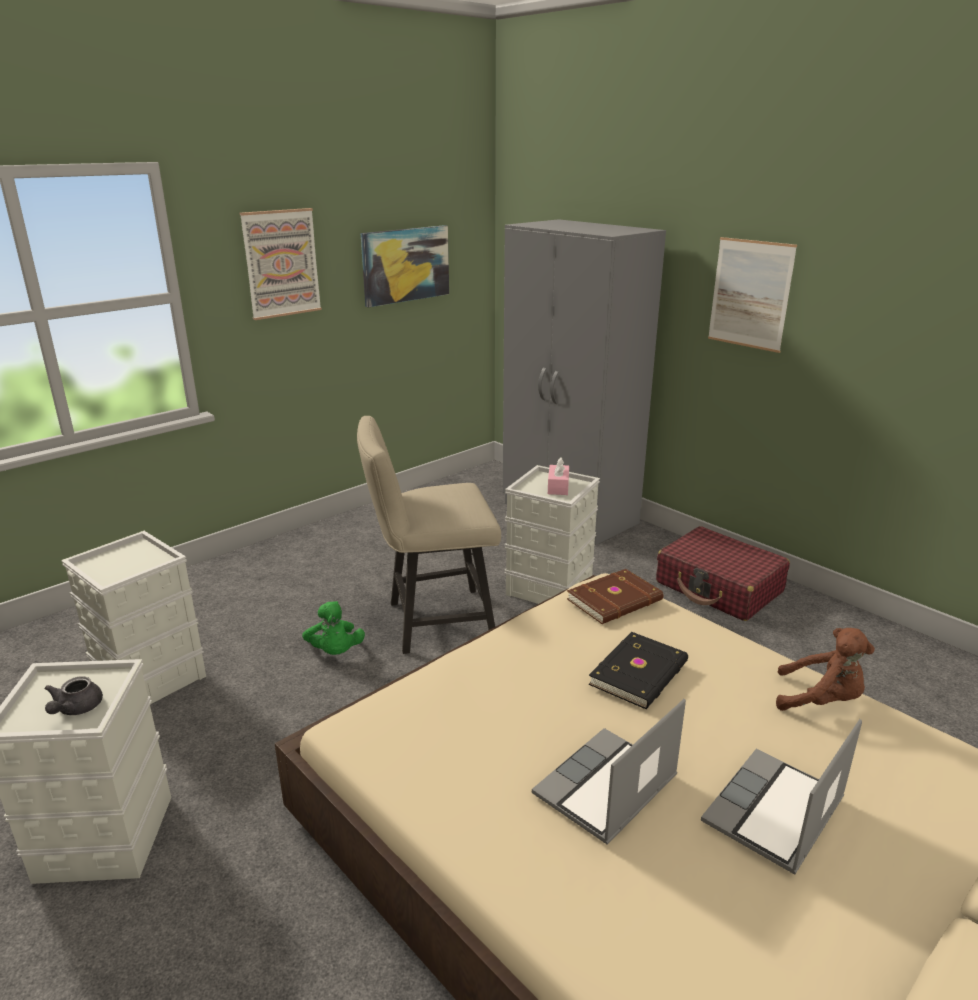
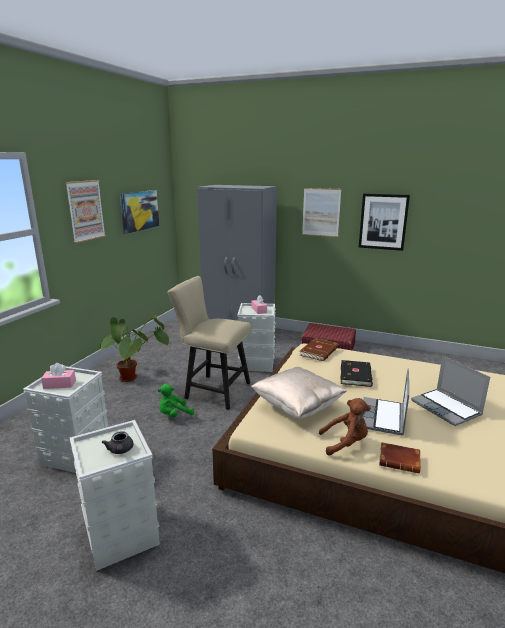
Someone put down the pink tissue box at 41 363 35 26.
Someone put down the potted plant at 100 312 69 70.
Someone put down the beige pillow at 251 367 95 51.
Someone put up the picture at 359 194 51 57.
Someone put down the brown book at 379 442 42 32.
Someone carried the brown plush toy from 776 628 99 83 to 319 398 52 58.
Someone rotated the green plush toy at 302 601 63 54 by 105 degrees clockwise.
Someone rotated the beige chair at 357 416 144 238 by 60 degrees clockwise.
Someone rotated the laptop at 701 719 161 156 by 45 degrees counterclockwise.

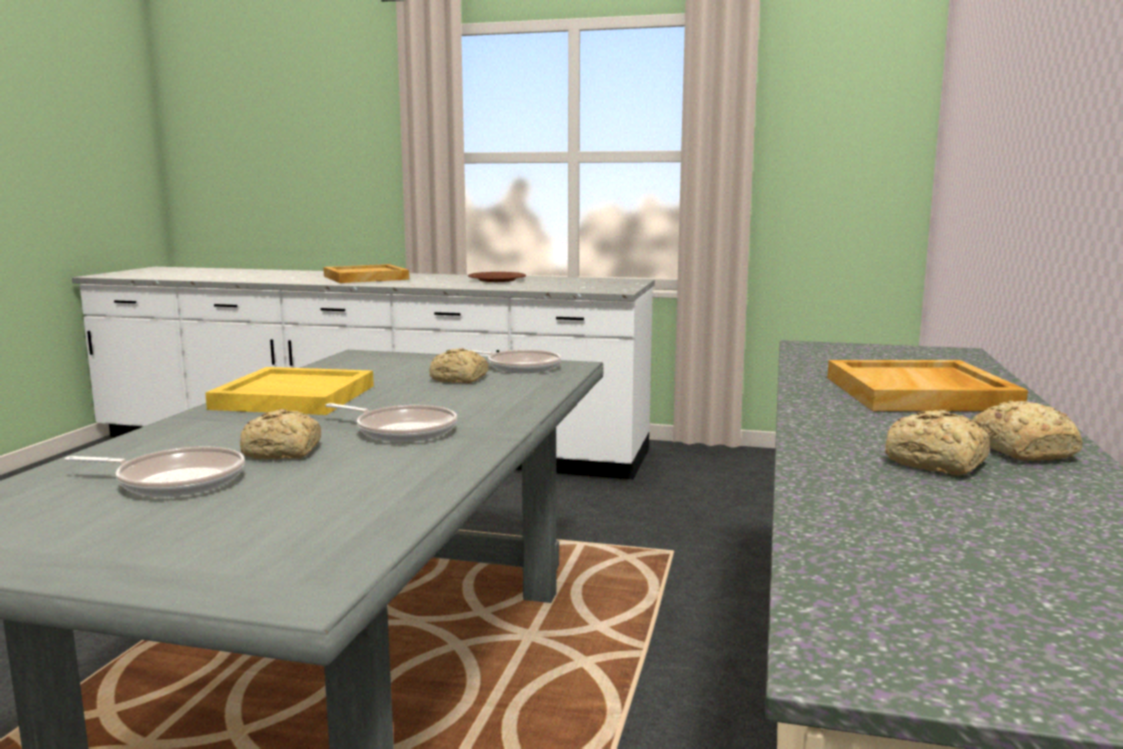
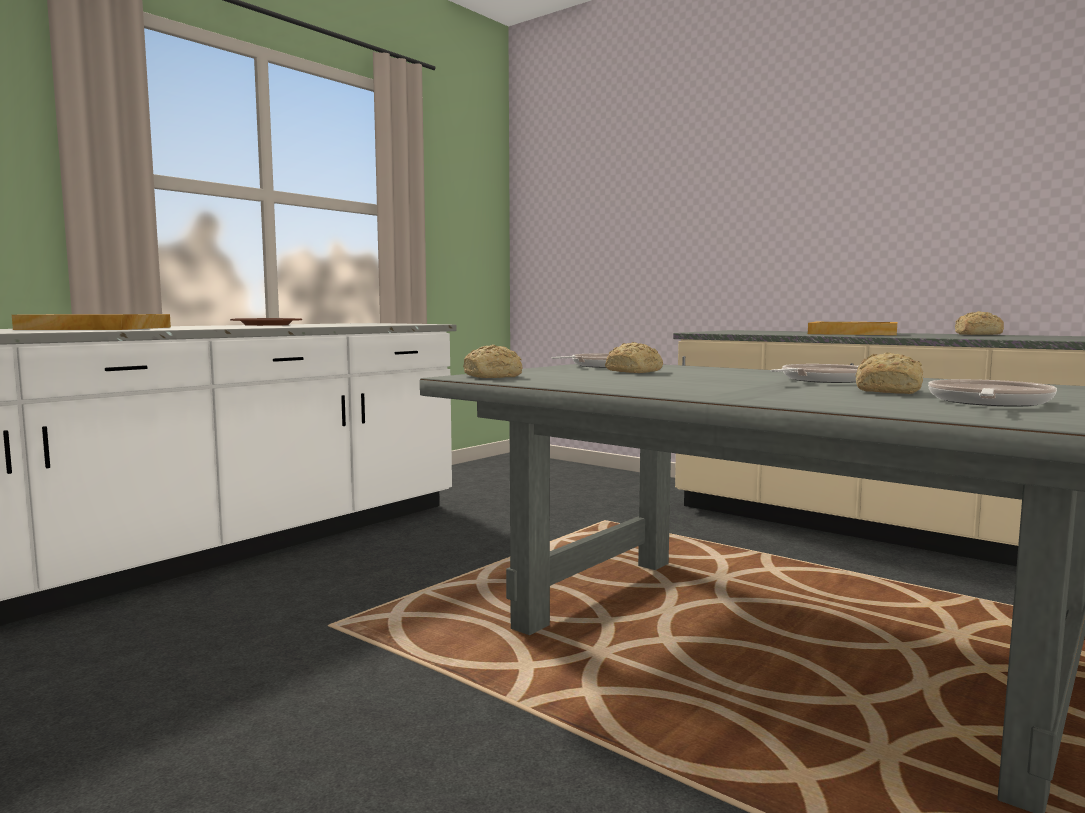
Someone took away the yellow tray at 205 367 169 48.
Someone carried the bread from 885 409 105 67 to 463 345 59 33.

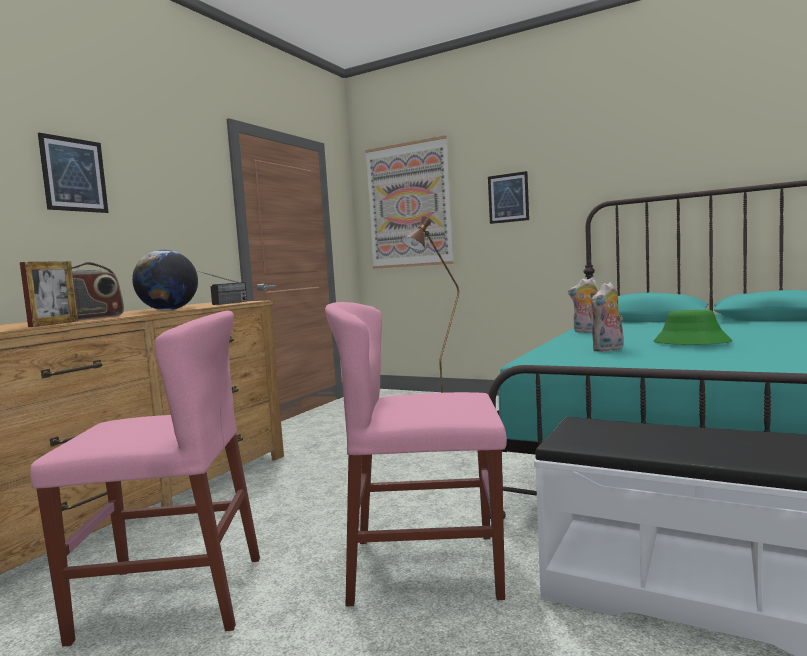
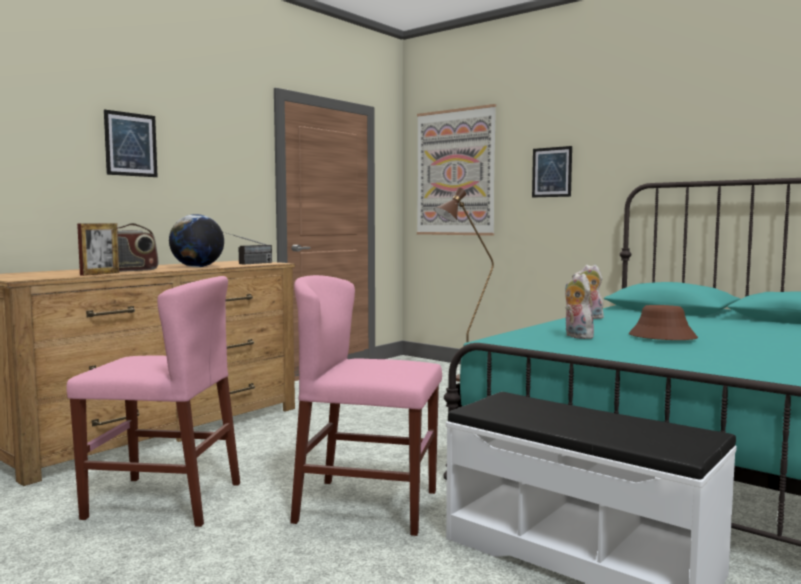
Someone repainted the green hat at 654 310 78 35, which became the brown hat at 629 305 69 35.
Someone rotated the plush toy at 591 282 32 70 by 90 degrees clockwise.

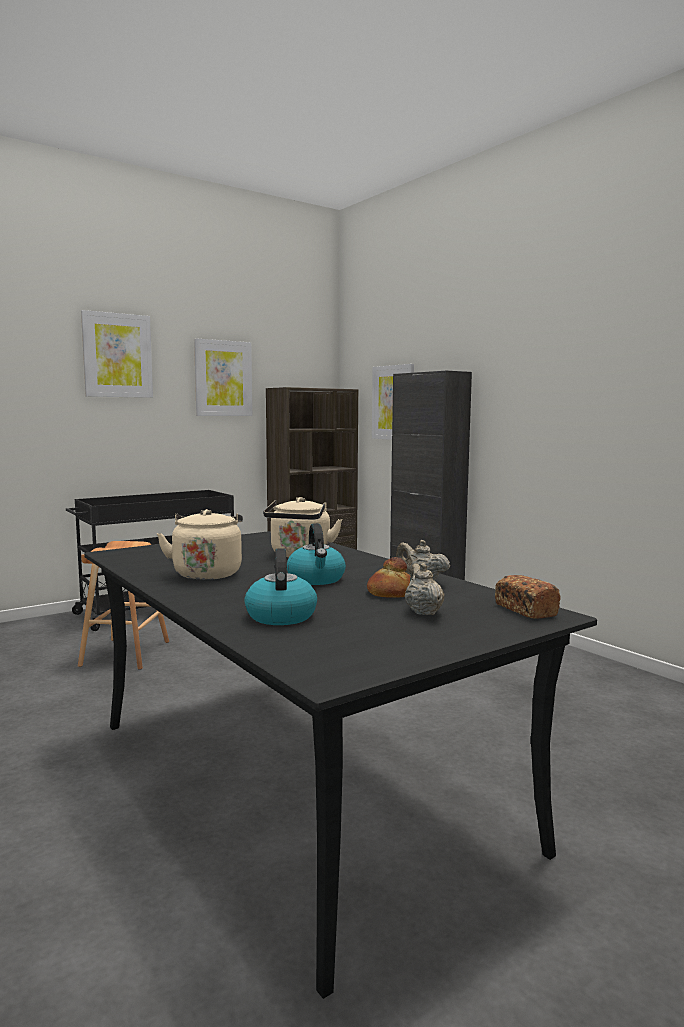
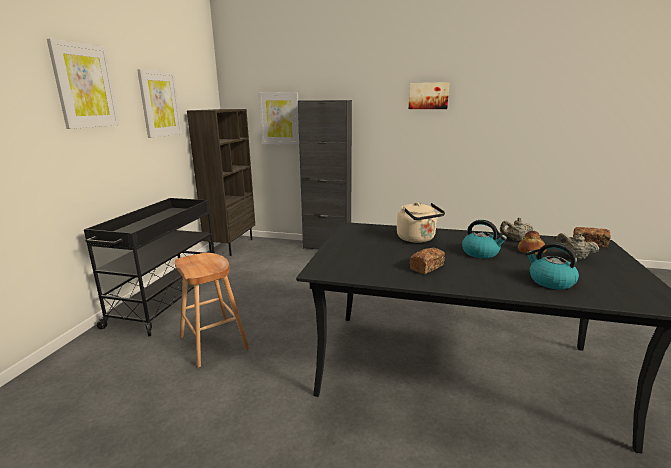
Someone put up the picture at 409 82 40 27.
Someone swapped the beige kettle at 157 509 86 71 for the bread at 410 247 35 27.

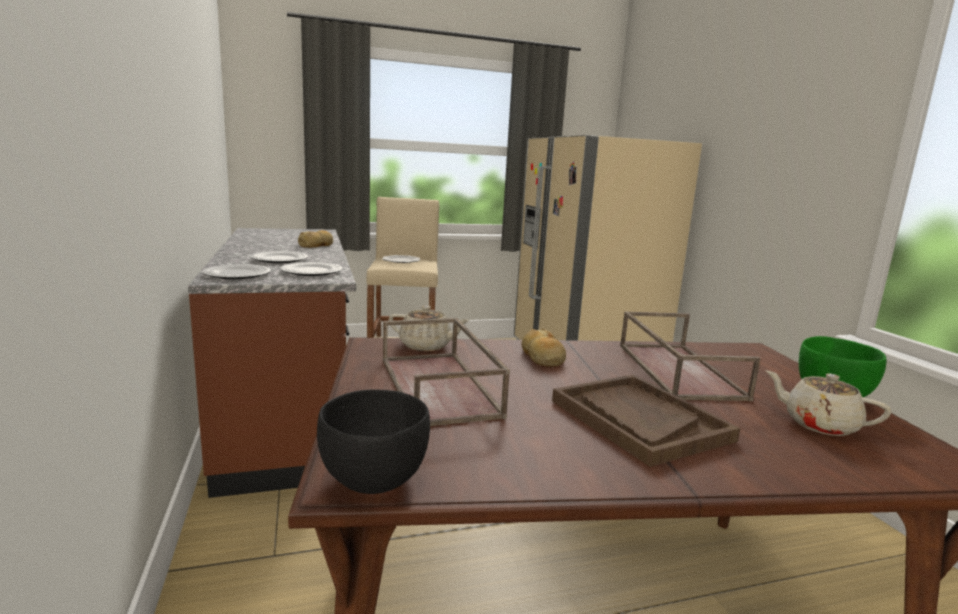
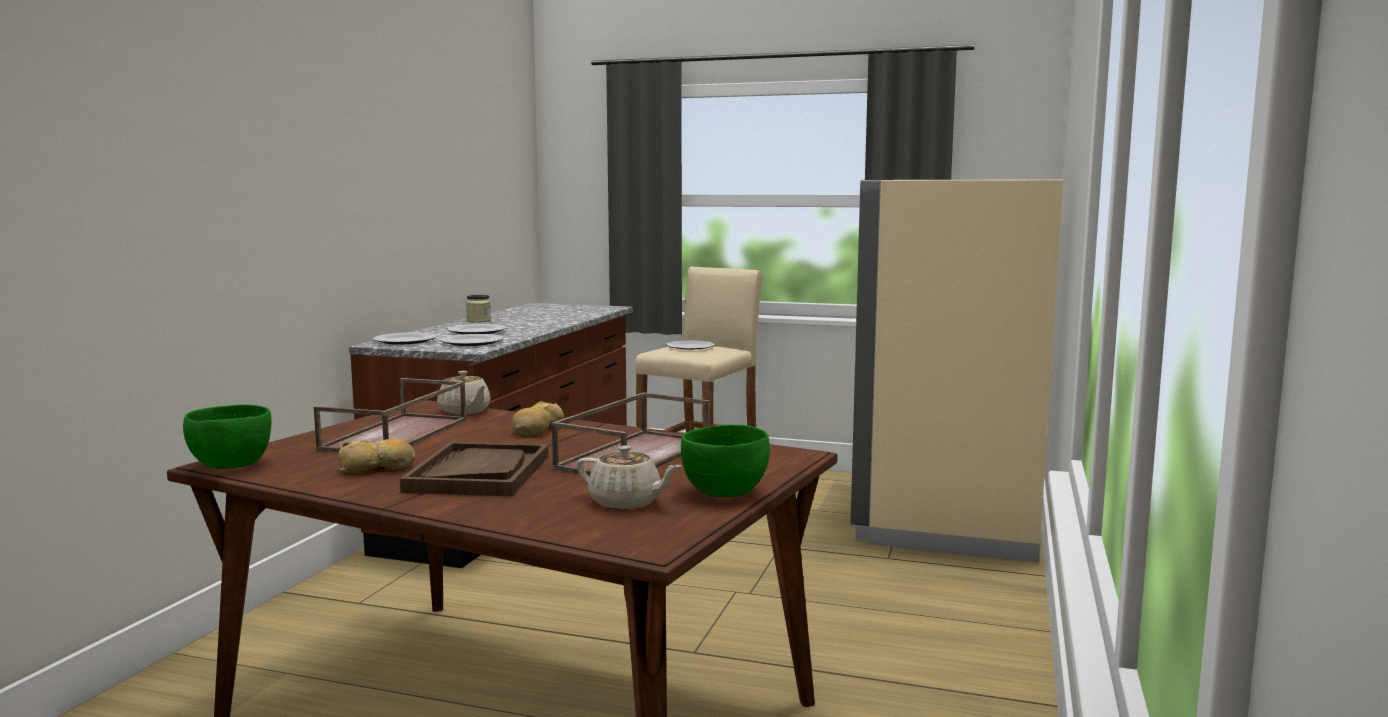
Someone put down the jar at 466 295 25 27.
Someone carried the bread from 298 230 35 18 to 339 438 77 37.
Someone repainted the black bowl at 317 389 113 105, which became the green bowl at 183 405 88 64.
Someone rotated the beige teapot at 765 370 127 66 by 135 degrees clockwise.

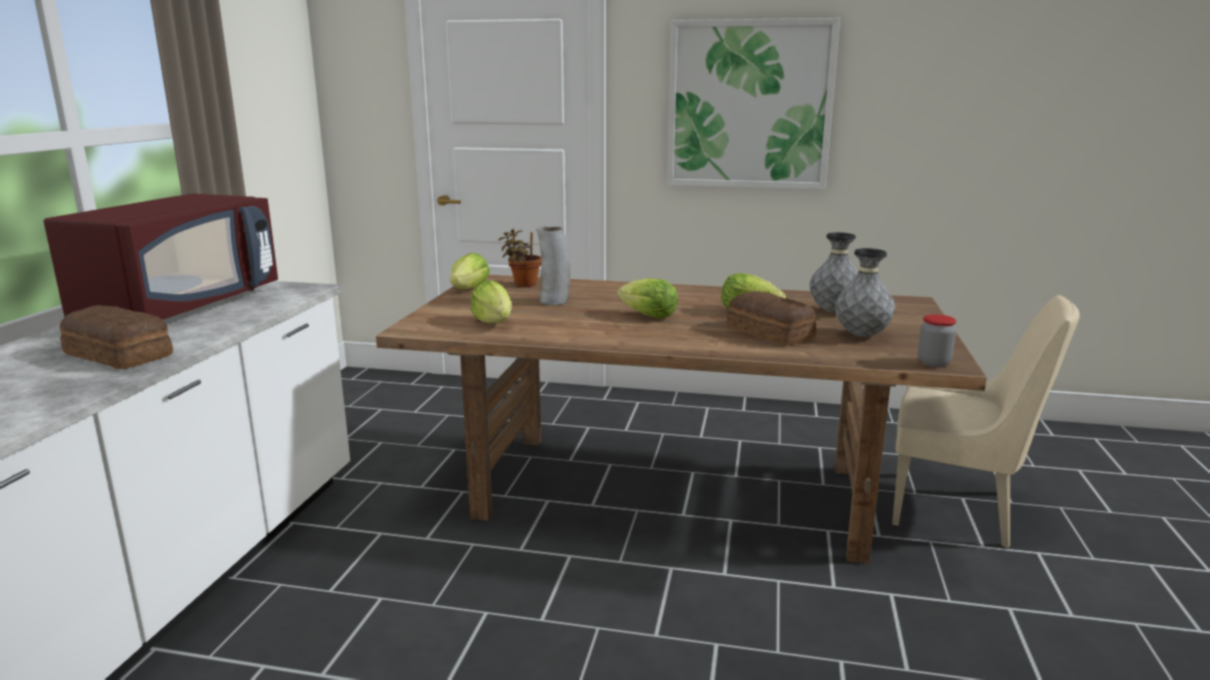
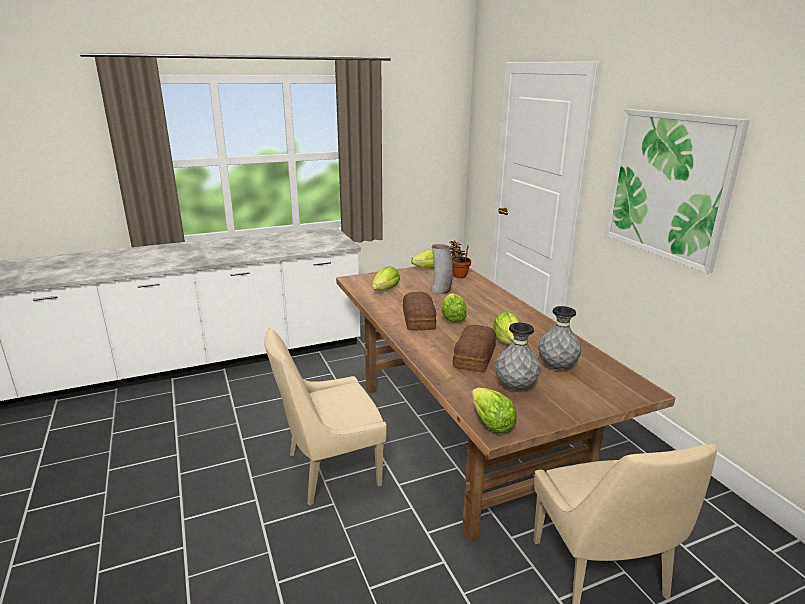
Someone took away the red microwave at 44 194 234 126.
Someone put down the beige chair at 264 328 123 178.
Someone carried the bread from 59 305 114 64 to 403 292 34 38.
Someone swapped the jar at 918 314 38 53 for the lettuce at 471 388 46 45.

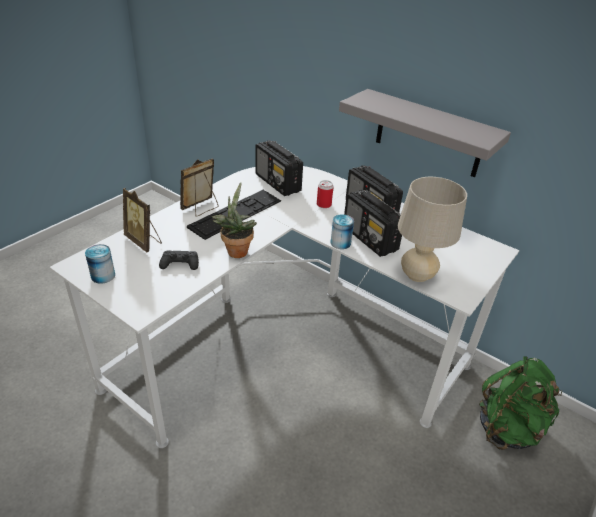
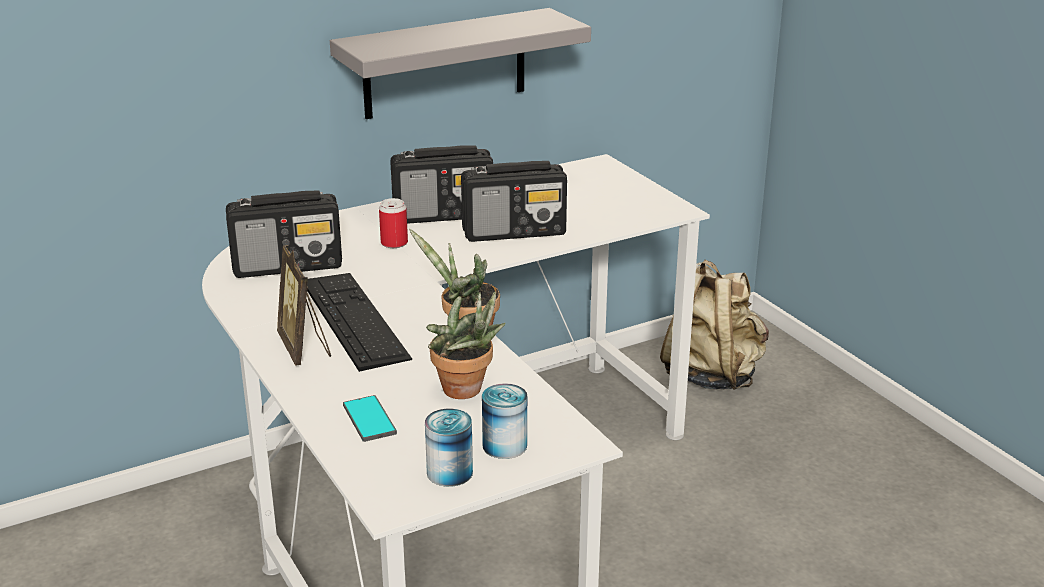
Someone took away the beige table lamp at 398 177 69 105.
Someone carried the can from 331 214 23 35 to 482 383 45 76.
Someone swapped the picture frame at 123 188 39 64 for the phone at 343 395 54 47.
Someone swapped the black game controller at 159 250 40 20 for the potted plant at 426 291 80 108.
Someone repainted the green backpack at 479 356 83 94, which became the beige backpack at 660 259 109 131.

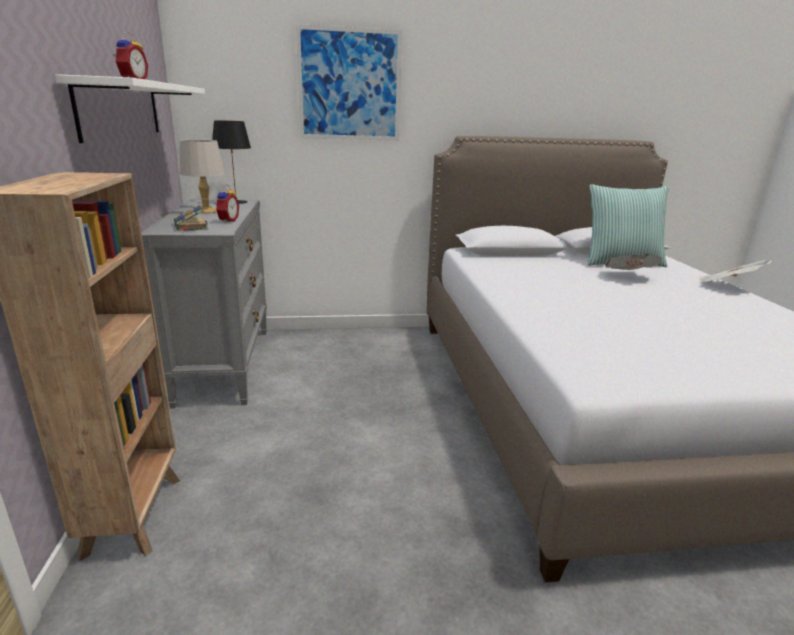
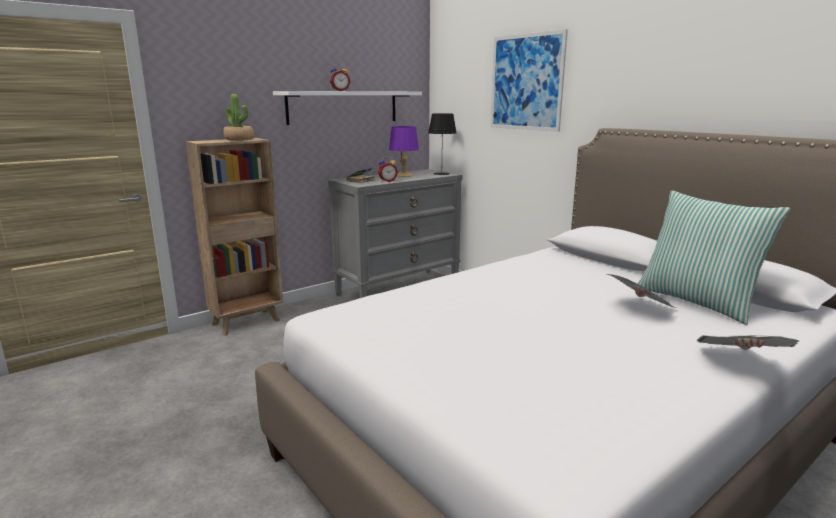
Someone put down the potted plant at 223 94 31 47.
Someone repainted the grey table lamp at 179 139 46 75, which became the purple table lamp at 389 126 30 51.

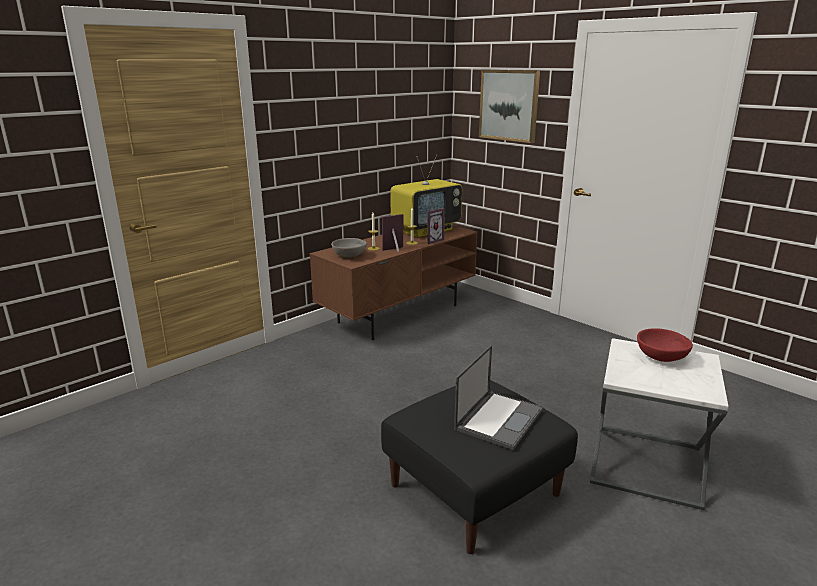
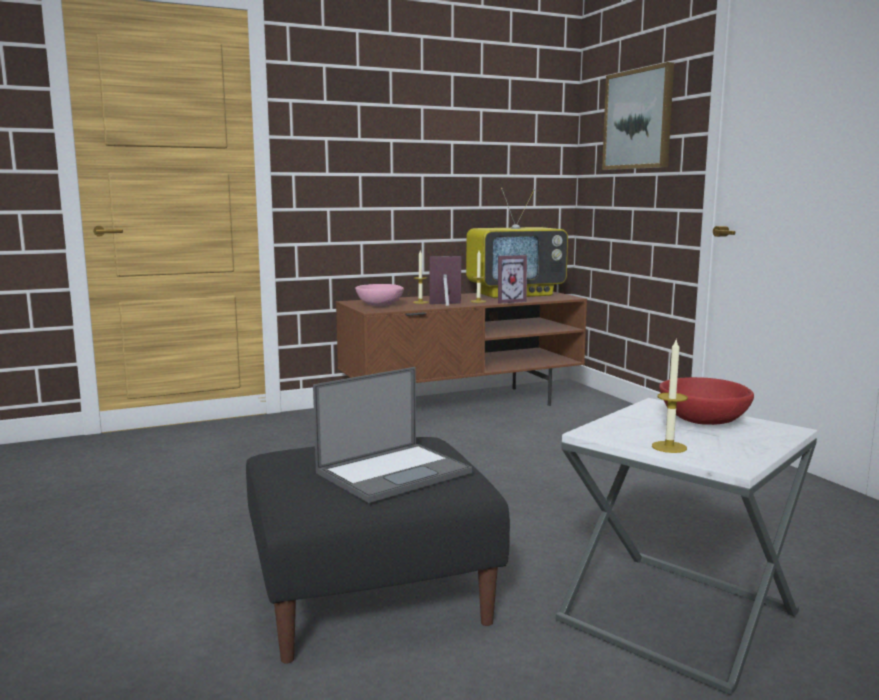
Someone put down the candle at 652 340 36 113.
Someone repainted the grey bowl at 331 238 36 20, which became the pink bowl at 355 284 49 22.

